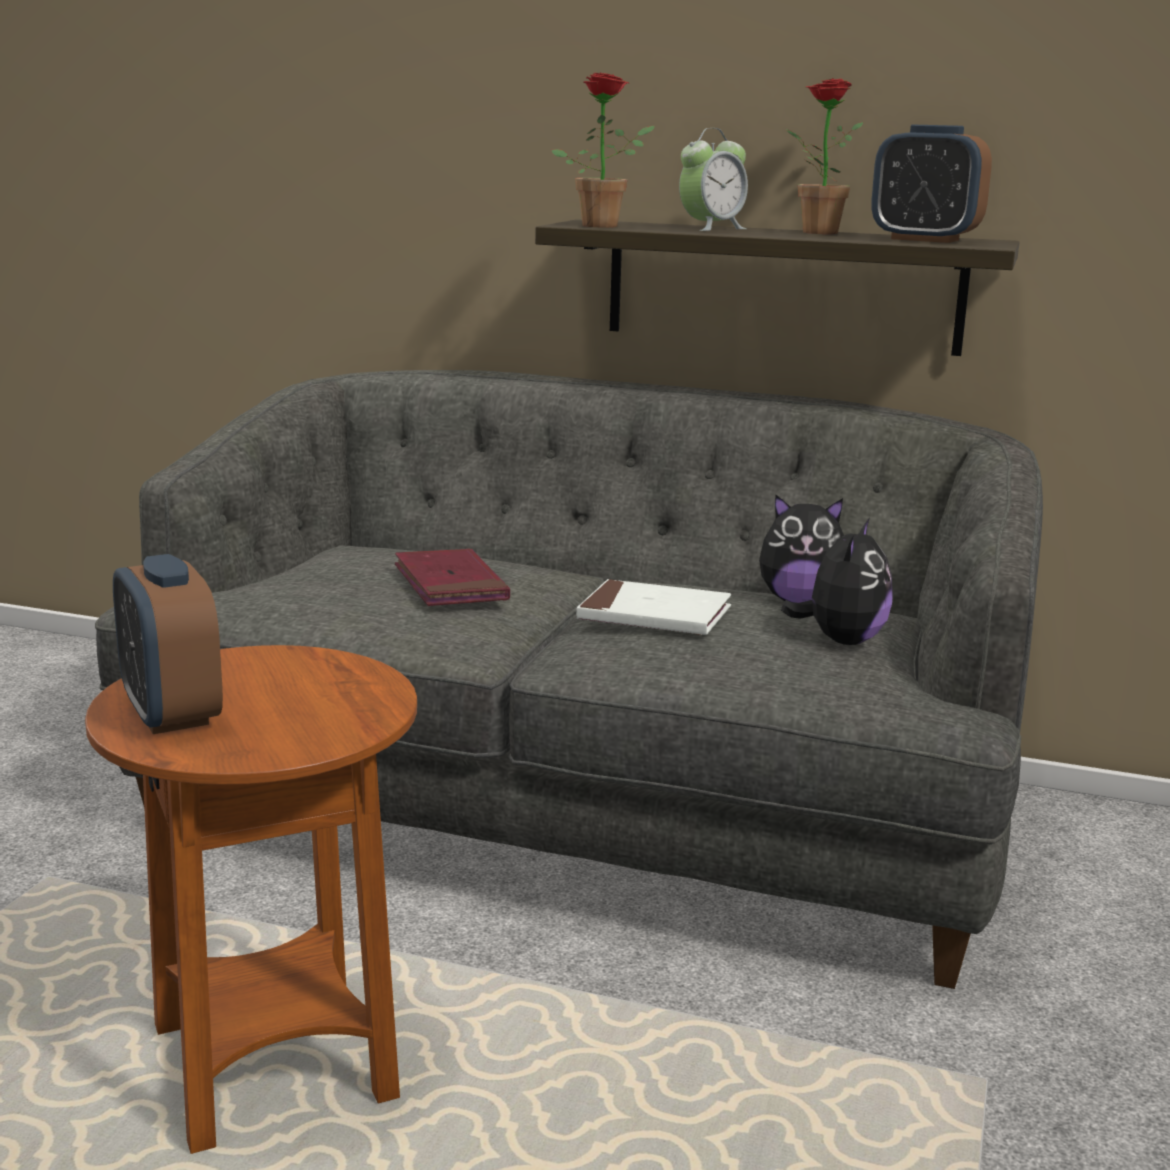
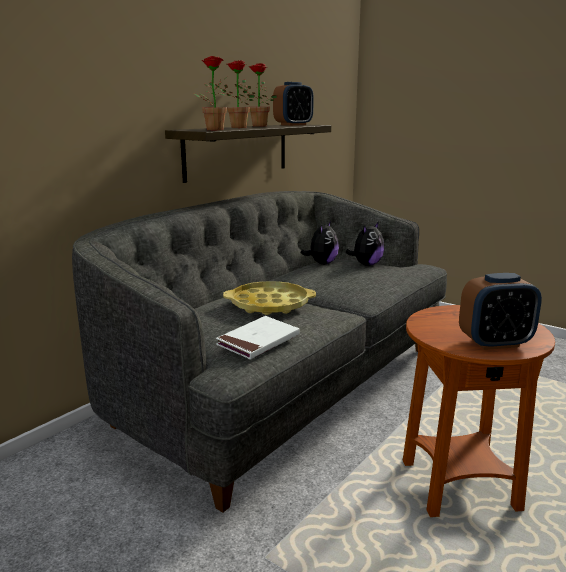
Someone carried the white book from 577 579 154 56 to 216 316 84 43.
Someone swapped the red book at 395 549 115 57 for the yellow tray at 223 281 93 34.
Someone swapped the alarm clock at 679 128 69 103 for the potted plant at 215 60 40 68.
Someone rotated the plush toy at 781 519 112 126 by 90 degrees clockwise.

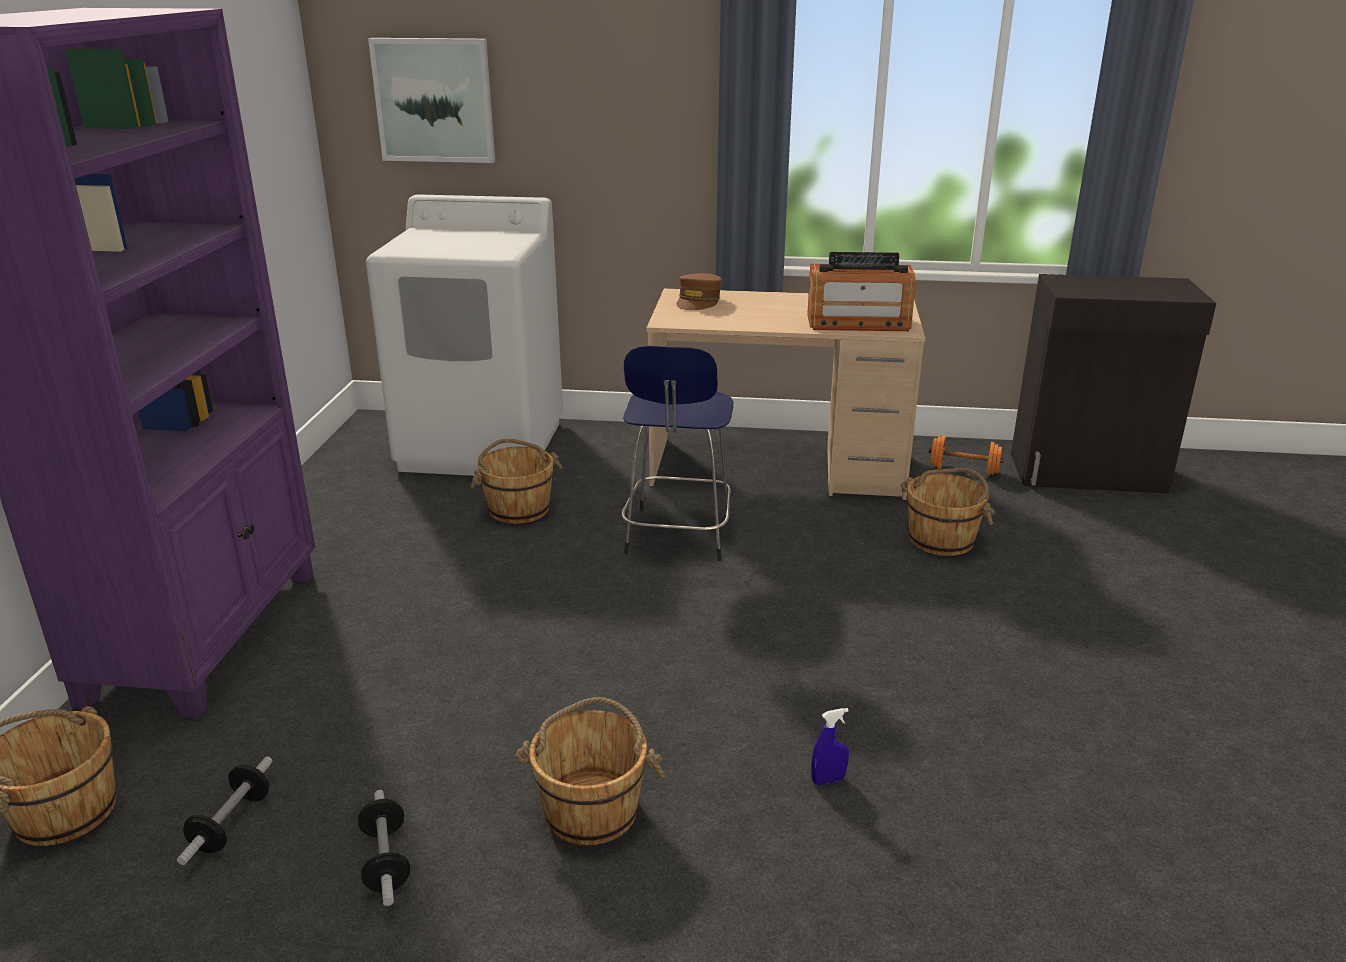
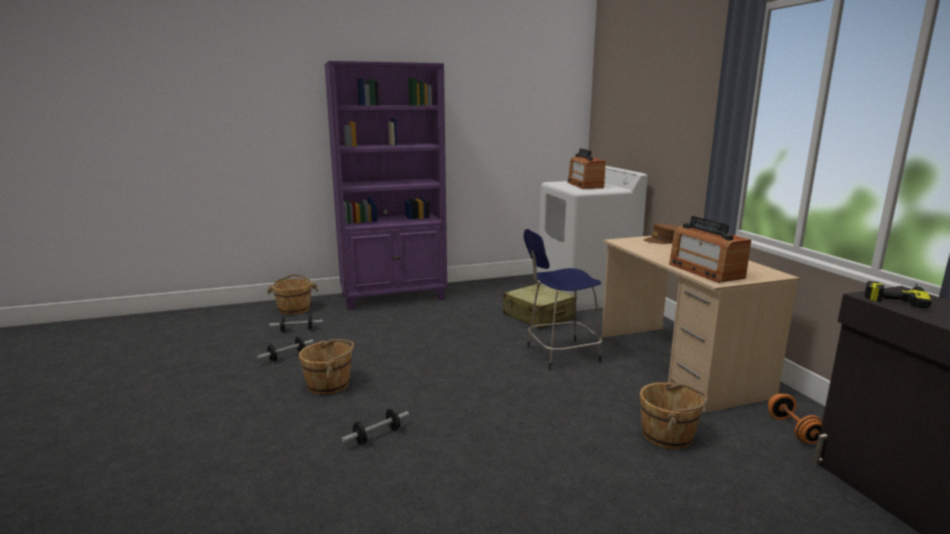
Someone took away the picture at 368 38 127 125.
Someone put down the radio at 567 148 39 41.
Someone put down the power drill at 865 281 67 28.
Someone swapped the brown bucket at 470 439 93 85 for the beige suitcase at 503 284 74 45.
Someone swapped the blue spray bottle at 811 708 38 77 for the dumbbell at 342 409 67 36.

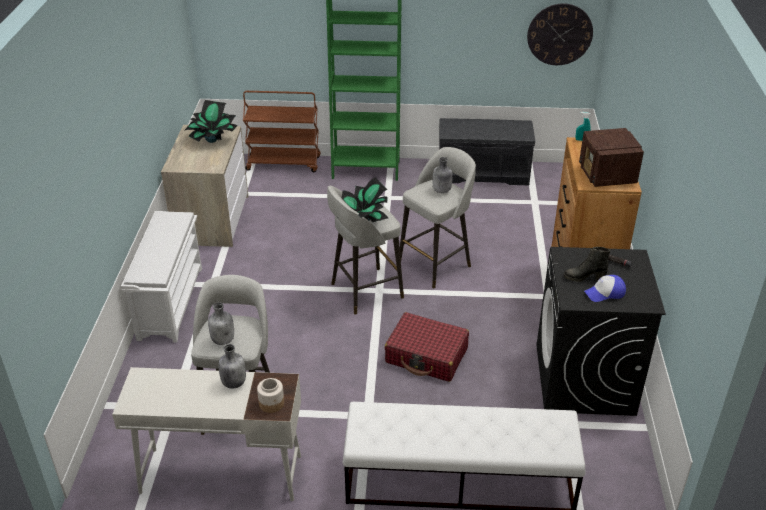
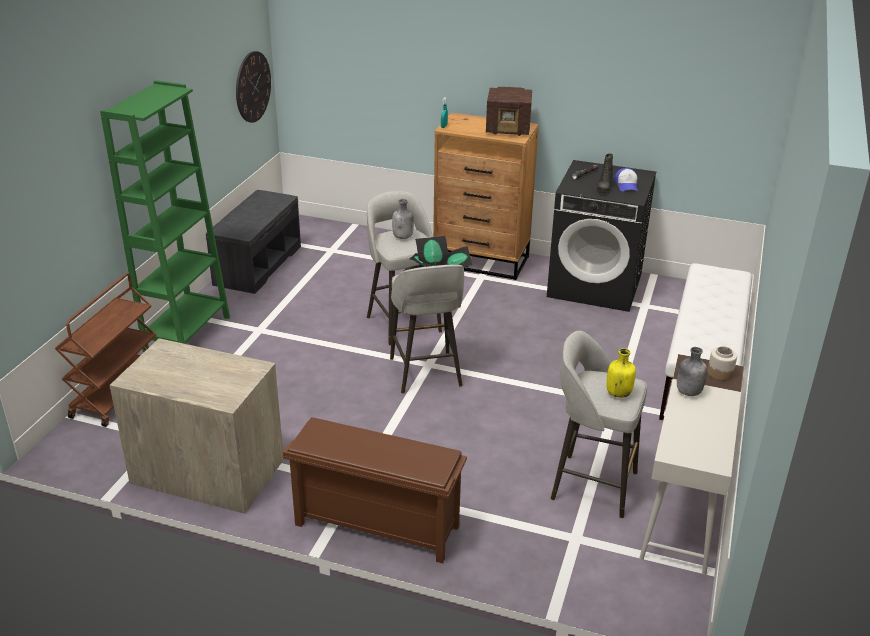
Someone took away the potted plant at 184 100 54 43.
Someone took away the red suitcase at 384 312 85 70.
Someone repainted the white shoe rack at 121 211 81 132, which became the brown shoe rack at 283 417 184 146.
Someone repainted the grey bottle at 208 302 26 43, which became the yellow bottle at 606 348 30 50.

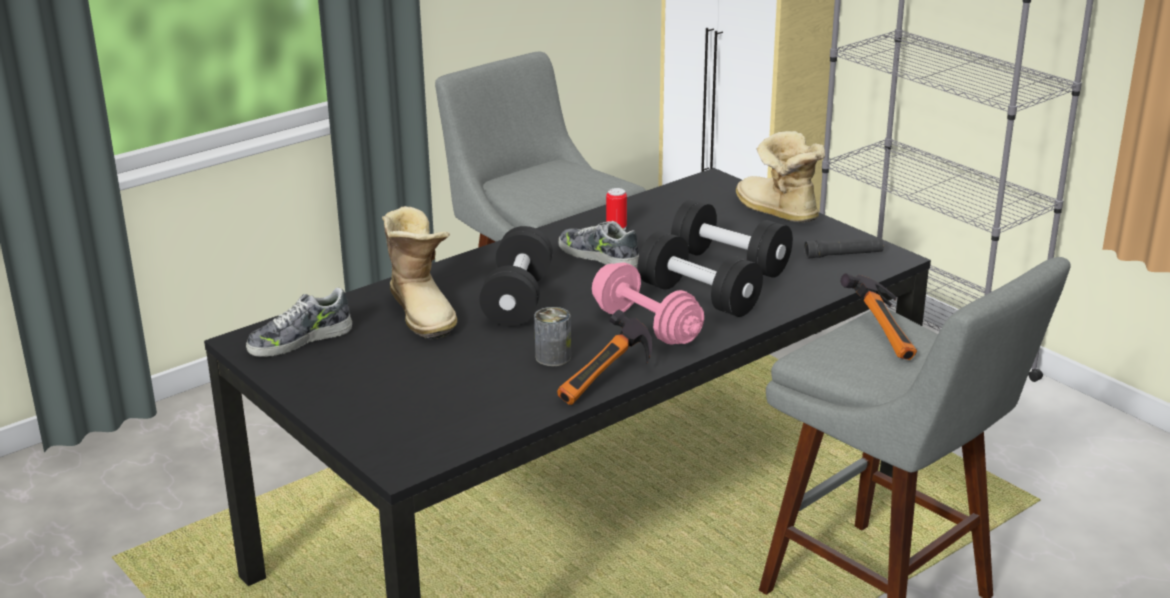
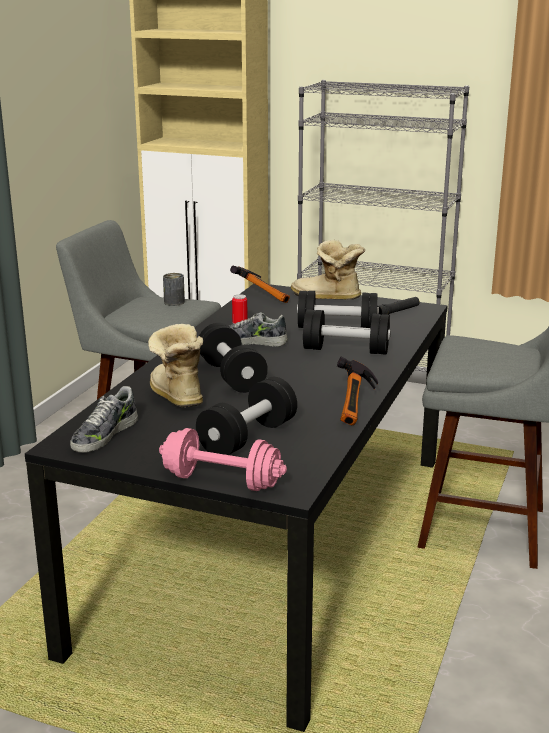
Someone put down the black dumbbell at 196 377 101 78.
Someone carried the can from 534 307 37 59 to 163 273 22 33.
Someone carried the pink dumbbell from 592 262 112 83 to 159 428 128 63.
Someone carried the hammer from 840 273 77 87 to 230 266 60 37.
Someone rotated the boot at 382 206 75 133 by 150 degrees counterclockwise.

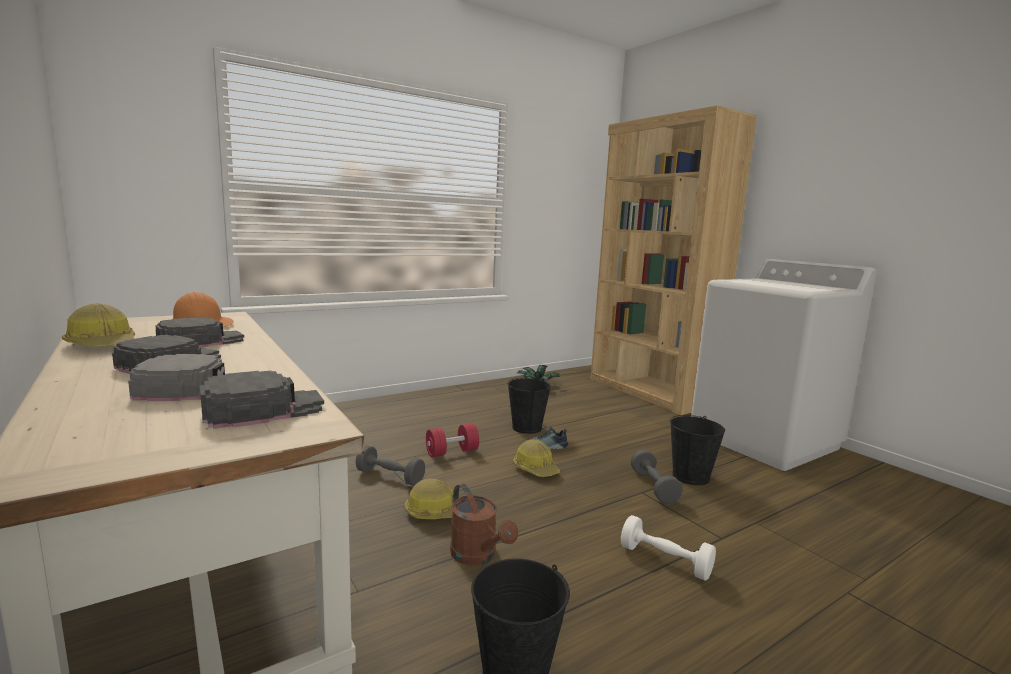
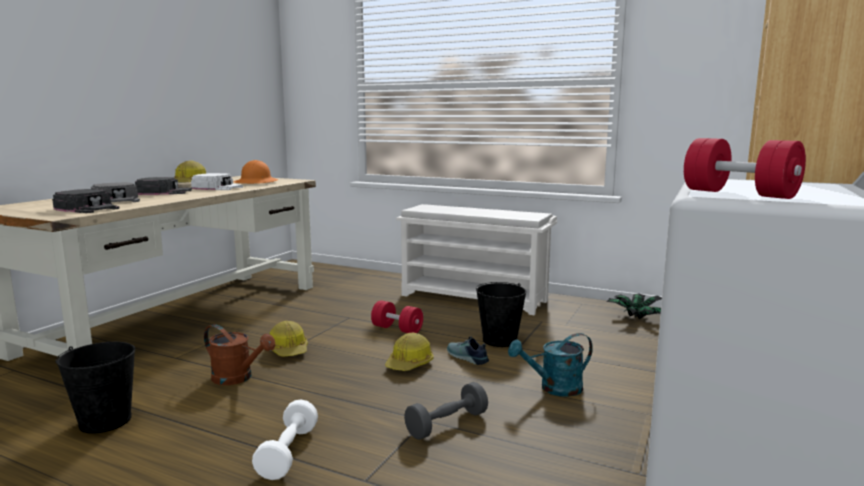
Someone took away the grey dumbbell at 356 445 69 41.
Someone took away the black bucket at 670 415 55 70.
Someone put down the white shoe rack at 396 204 161 111.
Someone put down the turquoise watering can at 508 333 85 64.
Someone put down the red dumbbell at 684 138 122 61.
Someone repainted the black cap at 155 317 89 30, which became the white cap at 191 173 52 17.
Someone rotated the brown watering can at 450 484 68 82 by 90 degrees counterclockwise.

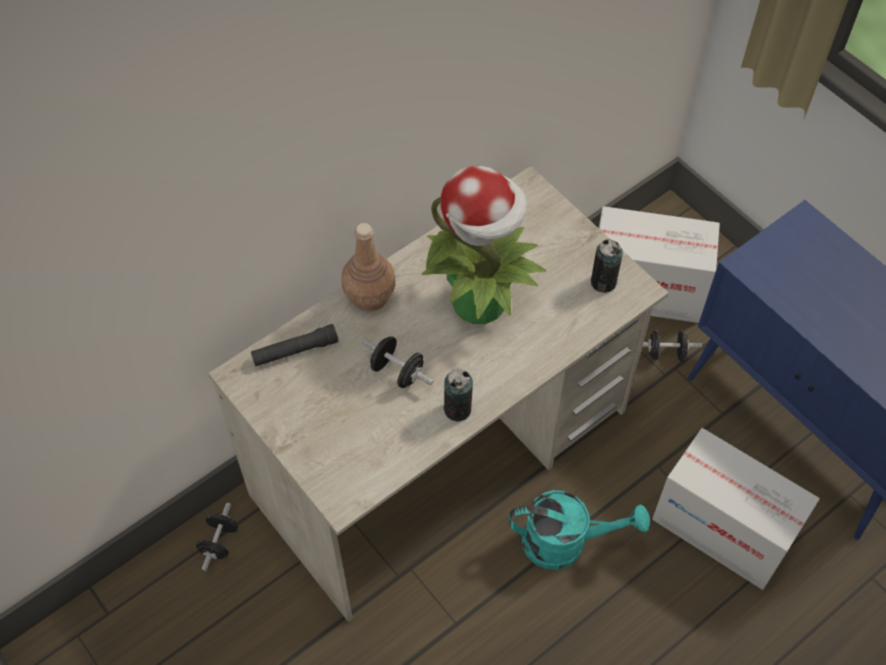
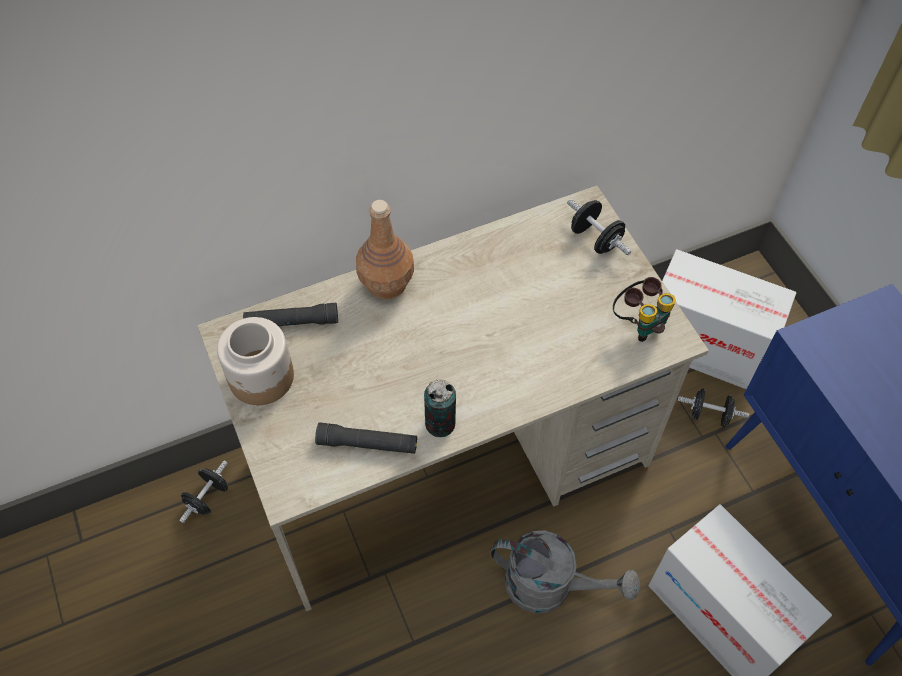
Someone took away the potted plant at 422 166 125 158.
Someone put down the jar at 217 317 77 88.
Someone put down the black flashlight at 315 422 102 32.
Someone carried the black dumbbell from 362 336 72 52 to 567 199 64 56.
Someone swapped the can at 591 239 32 54 for the binoculars at 613 277 63 65.
Someone repainted the turquoise watering can at 509 490 141 80, which became the grey watering can at 490 531 150 82.

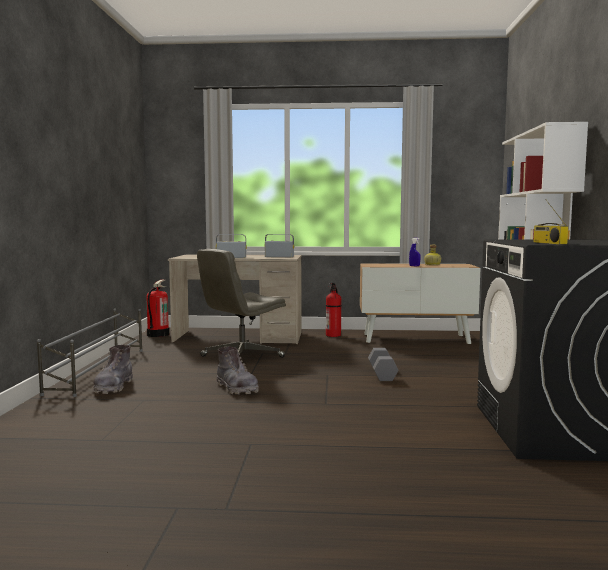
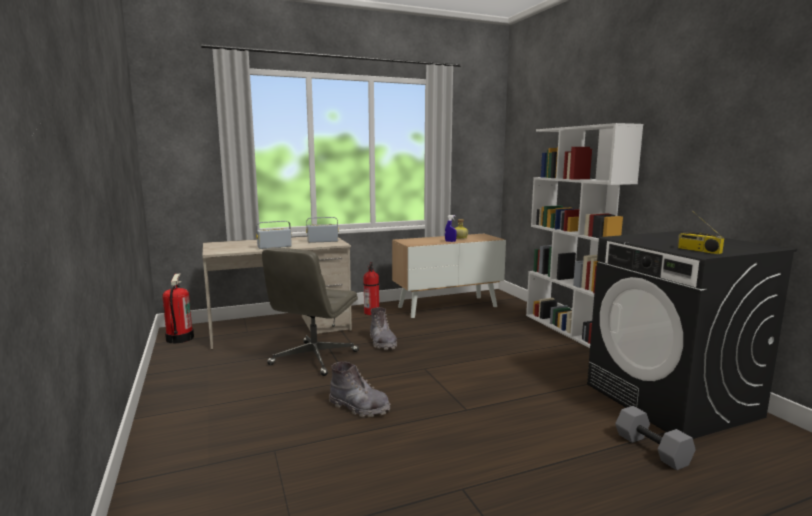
Someone took away the grey shoe rack at 37 309 106 88.
Someone carried the grey boot from 93 345 40 49 to 370 307 27 43.
Someone carried the grey dumbbell from 368 348 30 33 to 615 406 81 64.

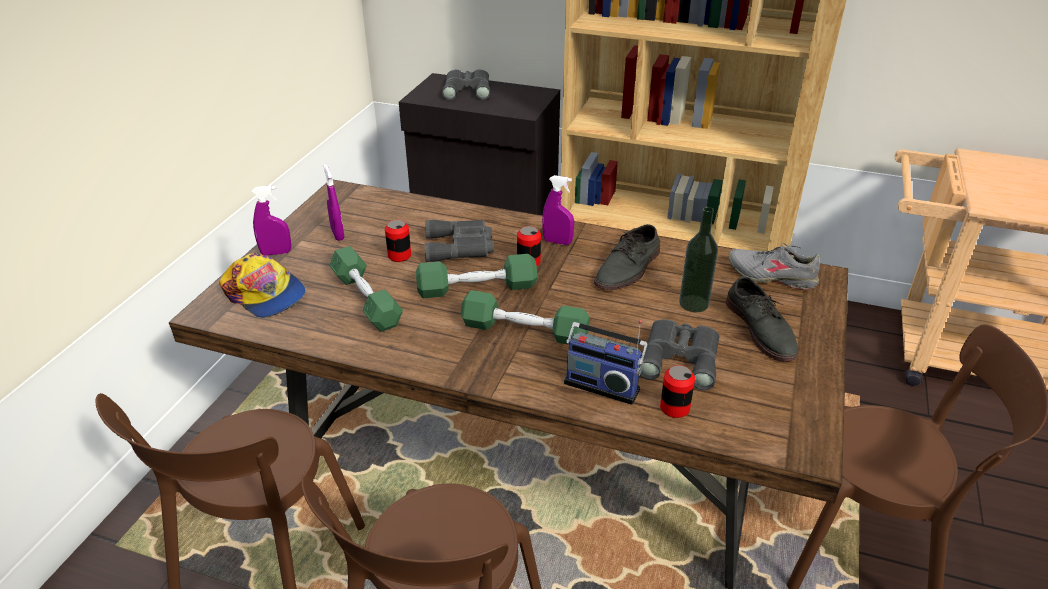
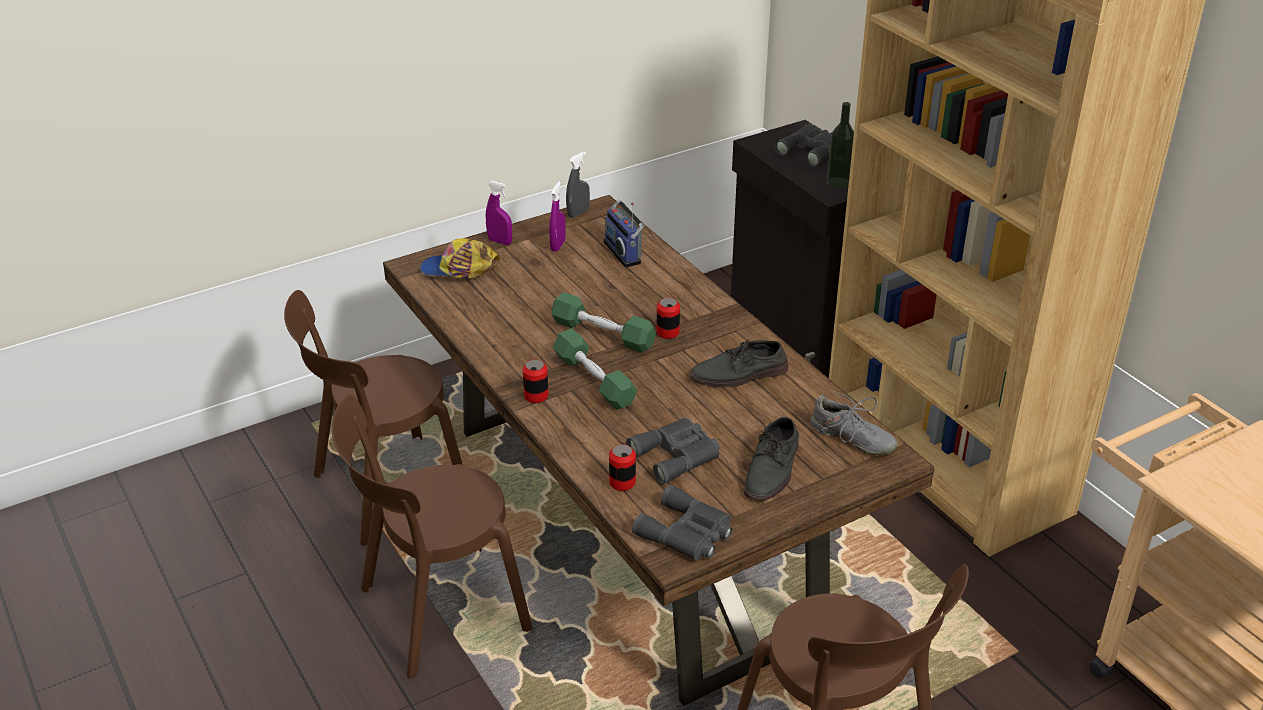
Someone took away the green dumbbell at 330 246 73 86.
Someone took away the purple spray bottle at 542 175 32 70.
Someone put down the grey spray bottle at 566 152 24 66.
Someone carried the can from 385 220 26 42 to 523 360 26 43.
Someone carried the grey binoculars from 425 220 69 42 to 632 485 100 75.
Someone carried the radio from 564 320 84 85 to 603 199 41 69.
Someone carried the bottle from 679 207 39 105 to 827 102 27 87.
Someone rotated the cap at 219 253 87 65 by 105 degrees clockwise.
Someone rotated the grey shoe at 729 243 91 47 by 150 degrees clockwise.

